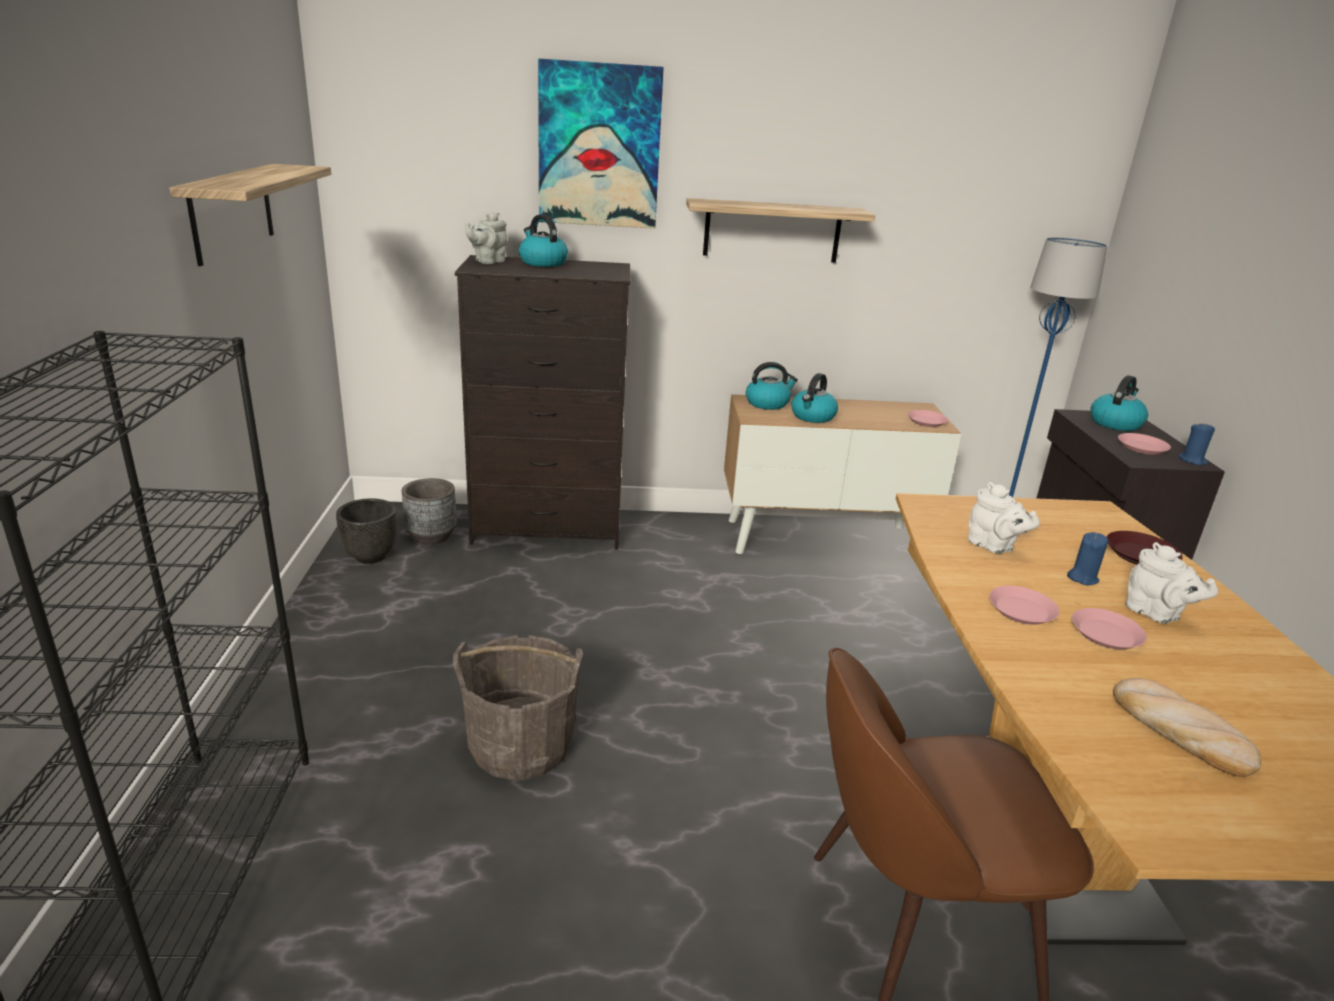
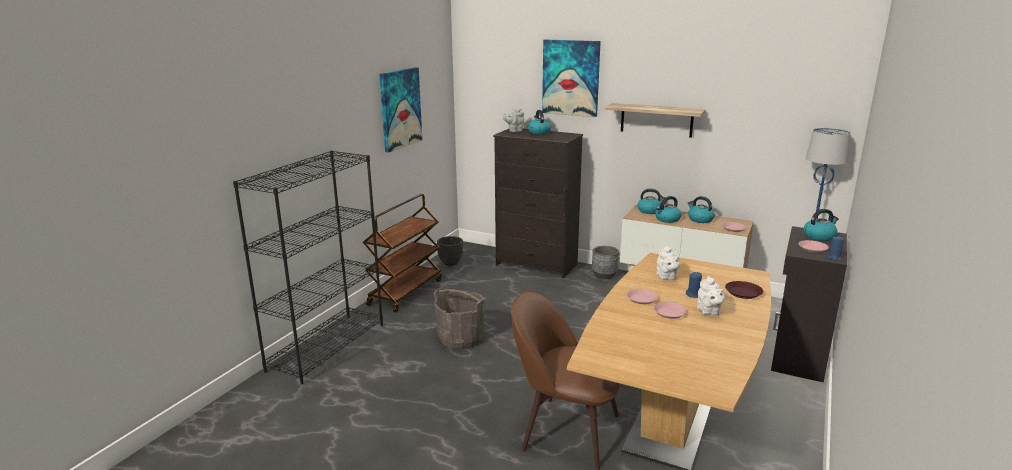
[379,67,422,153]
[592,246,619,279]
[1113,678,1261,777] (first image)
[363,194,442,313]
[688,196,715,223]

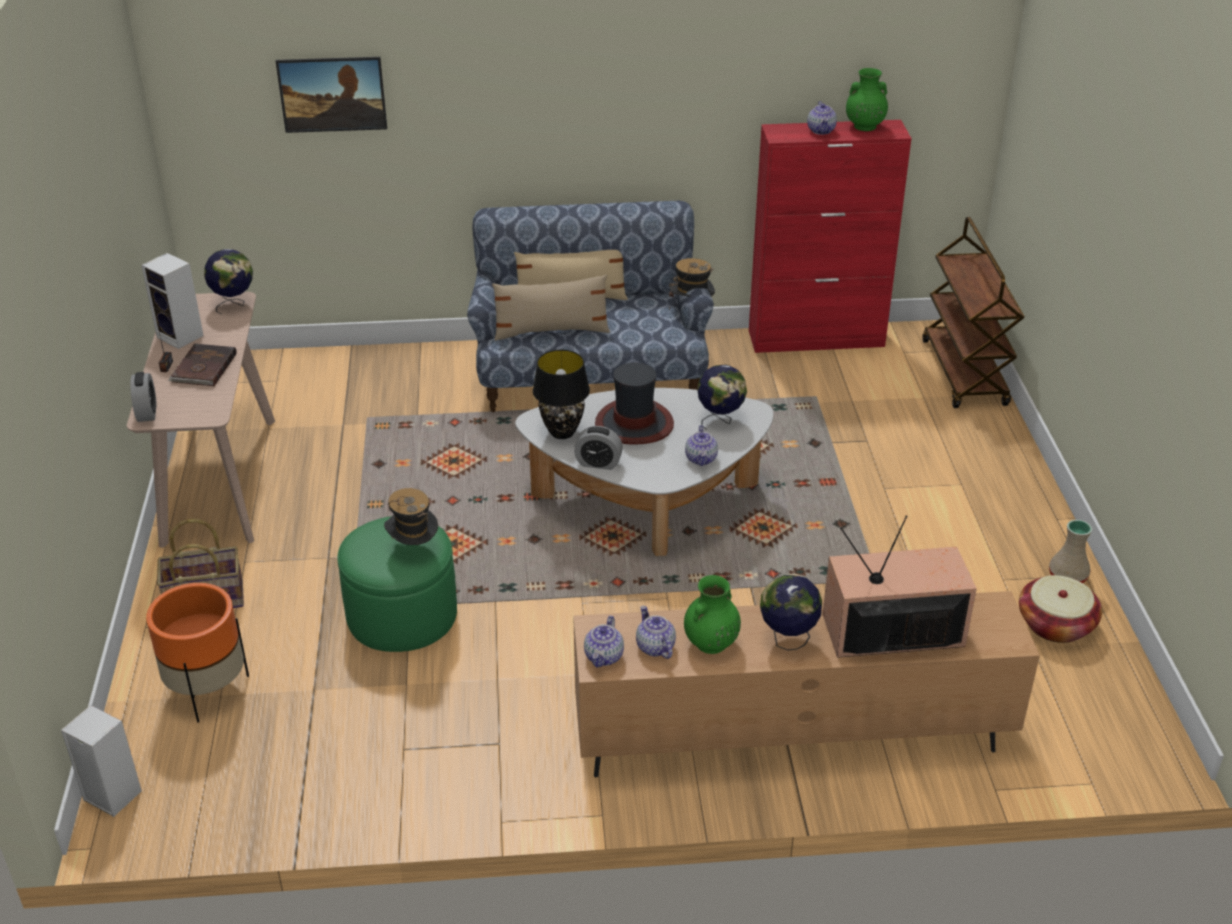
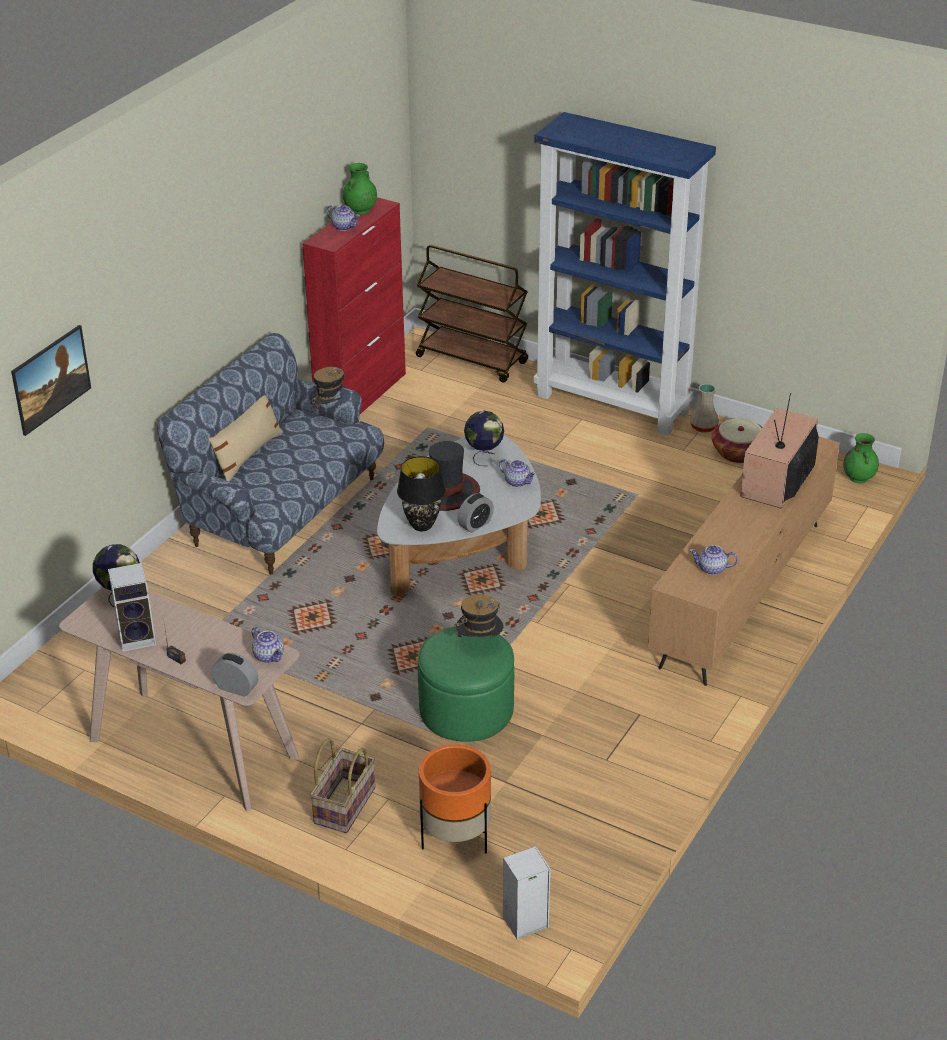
[168,343,237,386] (first image)
[492,275,610,341] (first image)
[252,627,284,663]
[843,433,879,483]
[760,574,822,650] (first image)
[534,112,716,436]

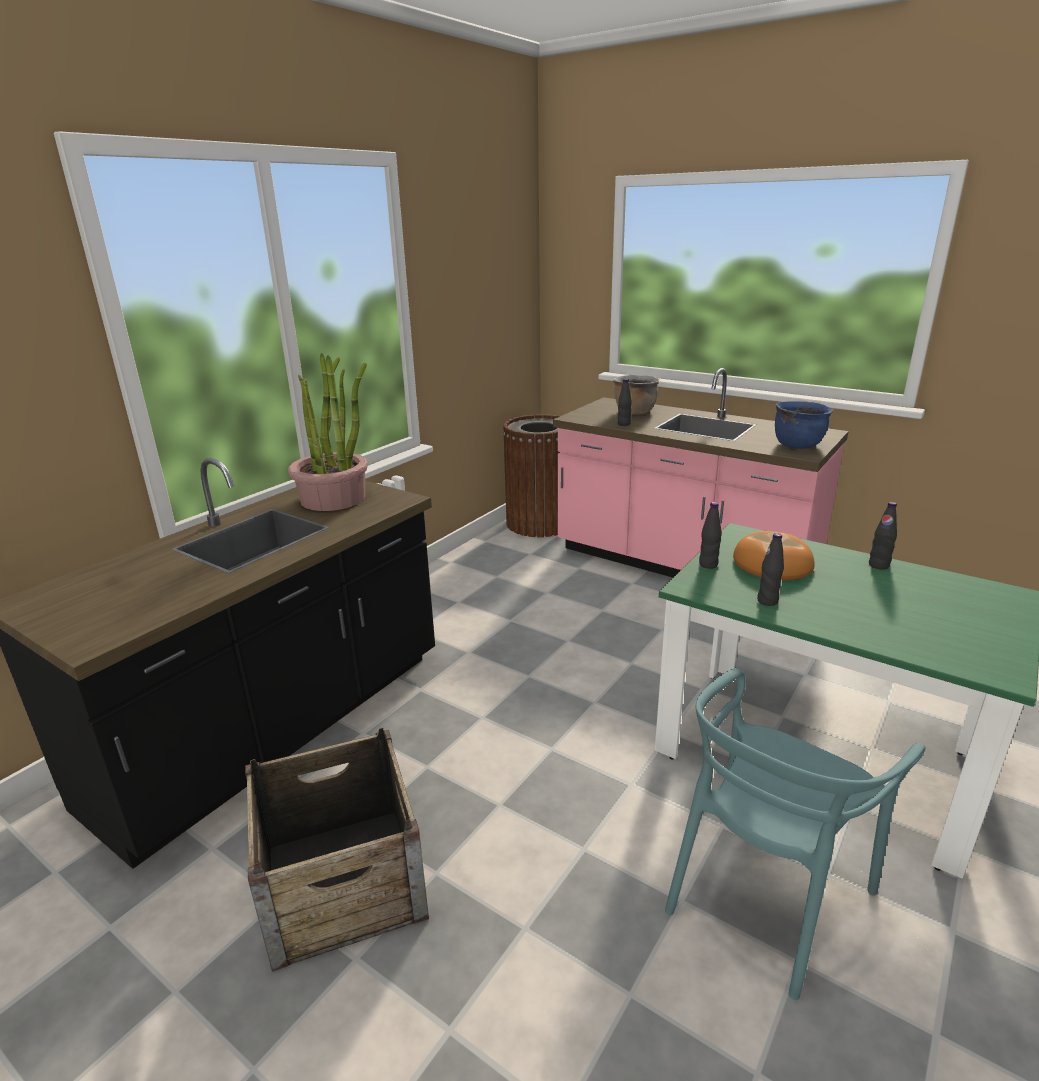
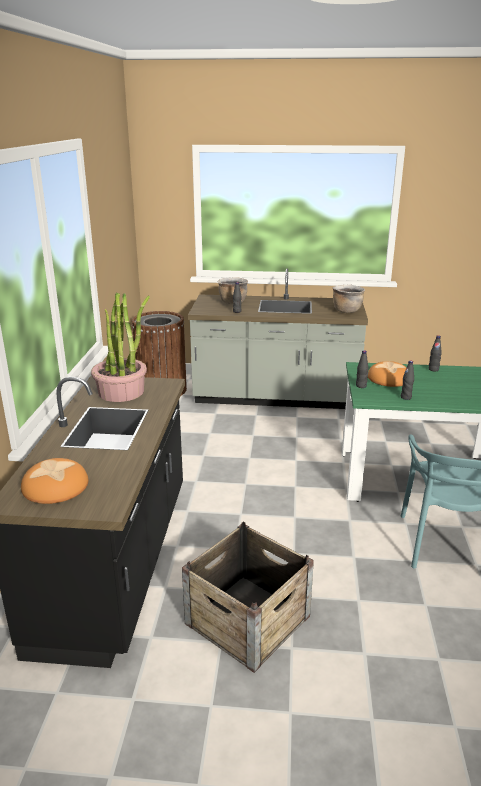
[188,269,368,409]
[332,285,365,313]
[21,458,88,504]

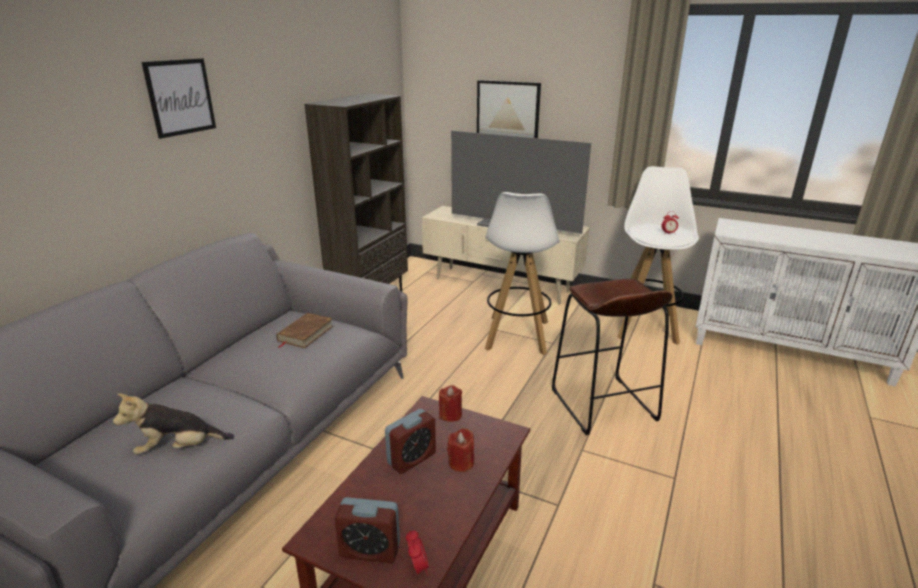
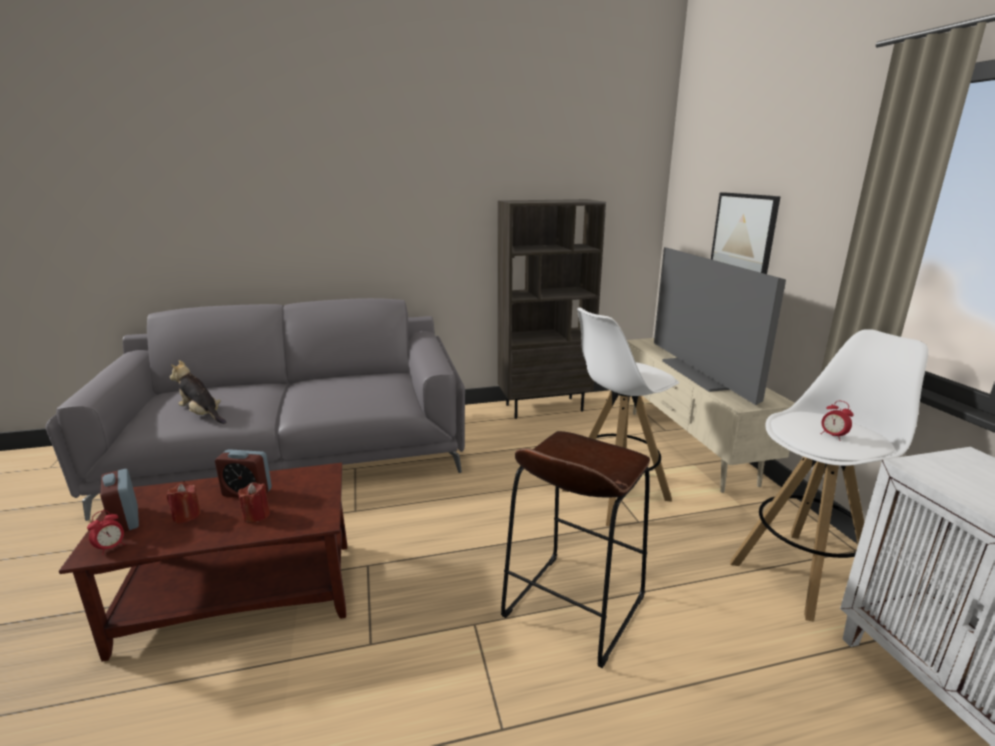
[141,58,216,139] (first image)
[276,313,333,348] (first image)
[167,483,201,524]

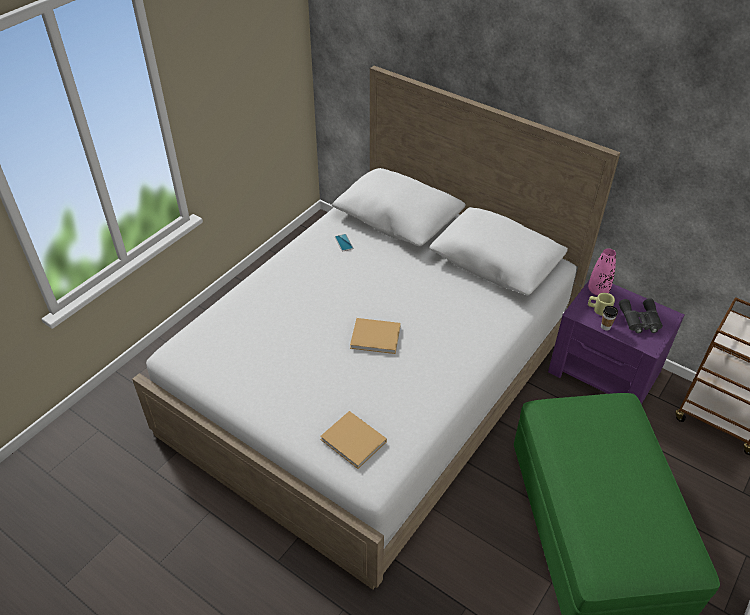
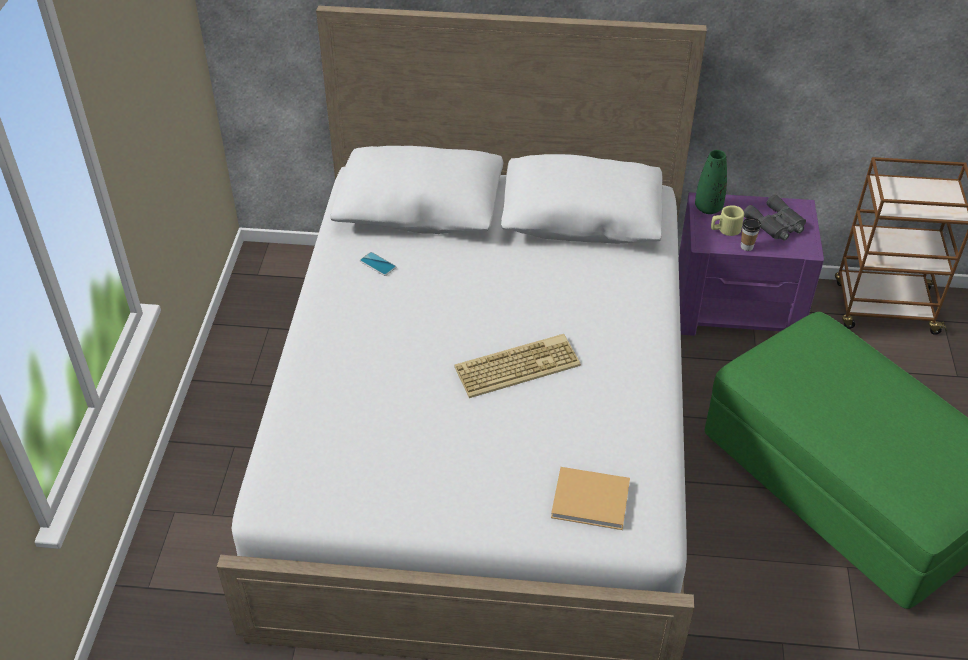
[454,334,581,398]
[695,150,727,214]

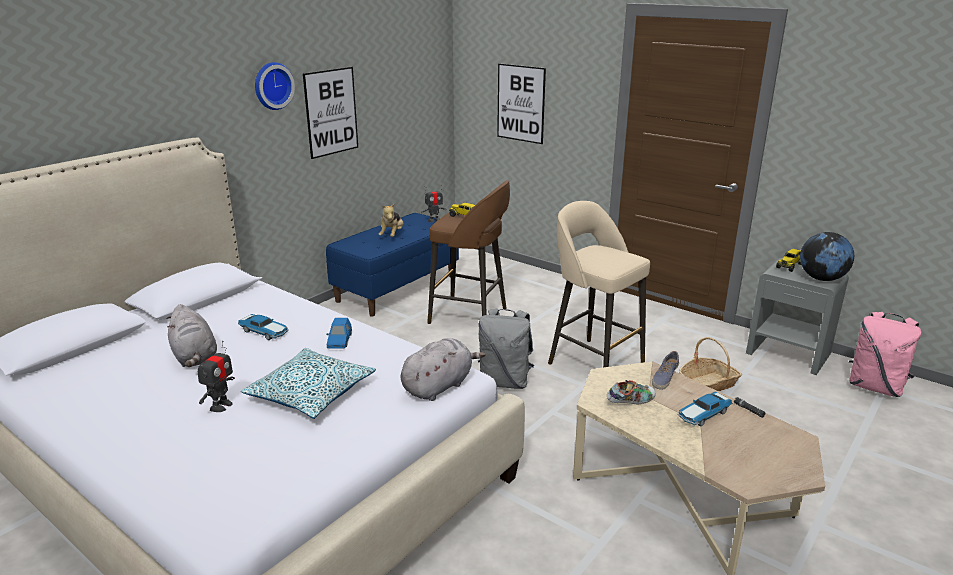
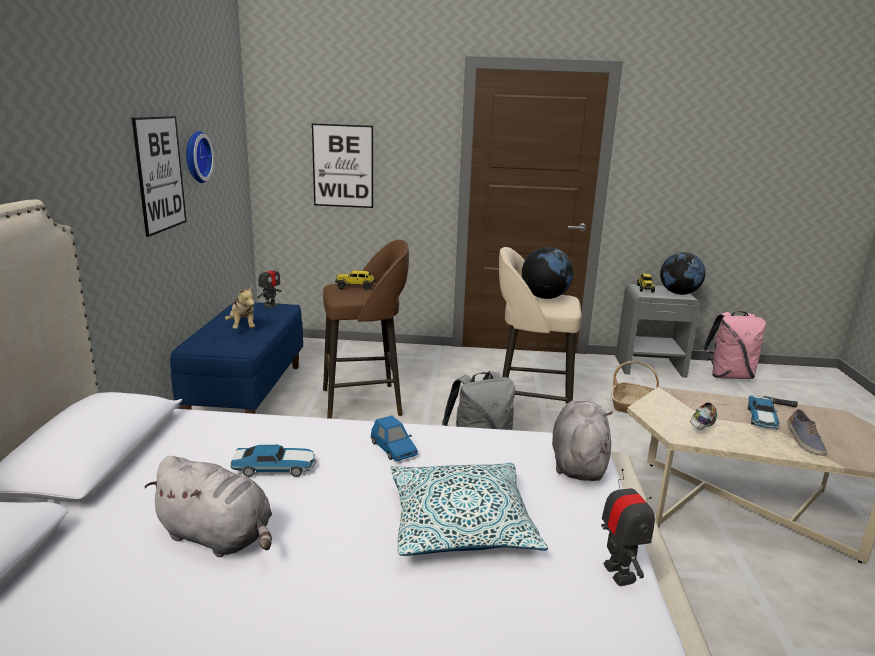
[601,469,655,586]
[186,131,214,183]
[787,409,827,456]
[522,247,574,299]

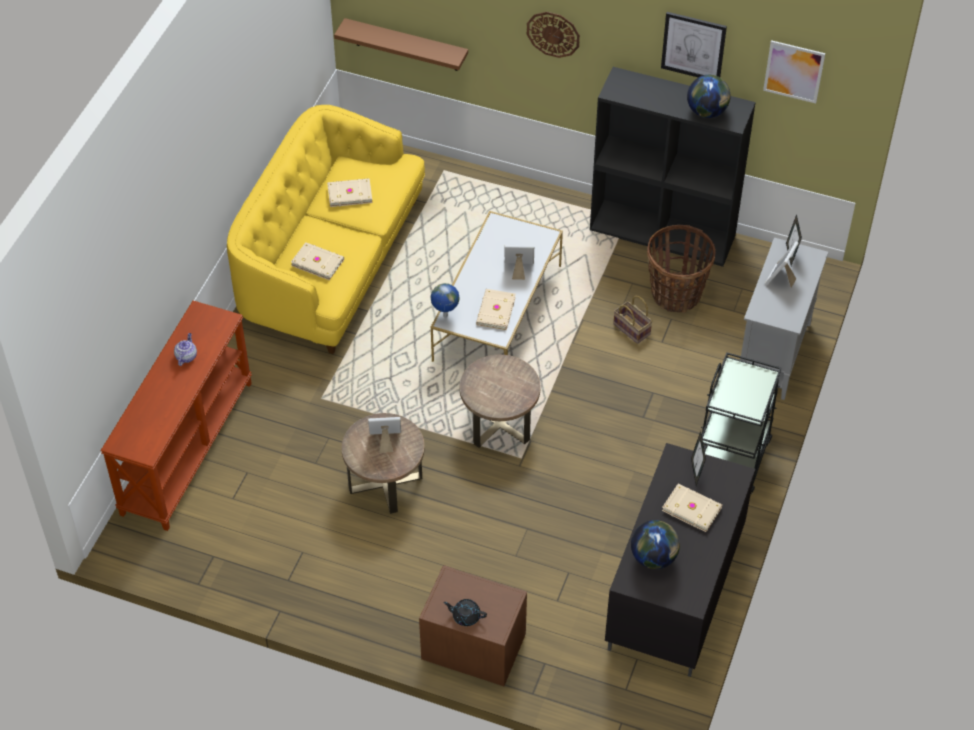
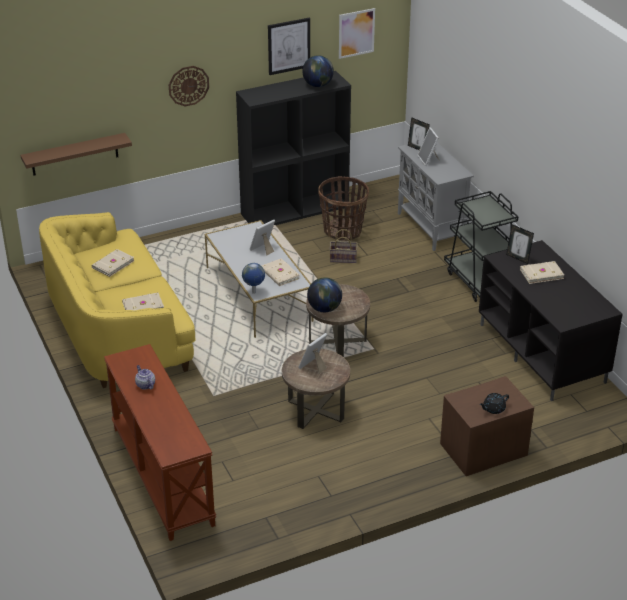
[307,277,342,312]

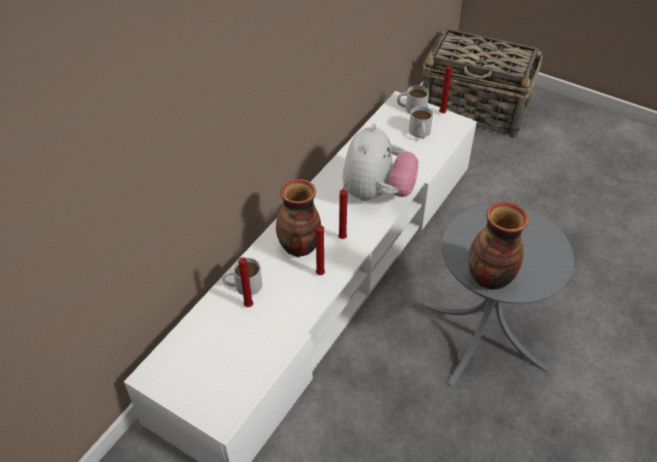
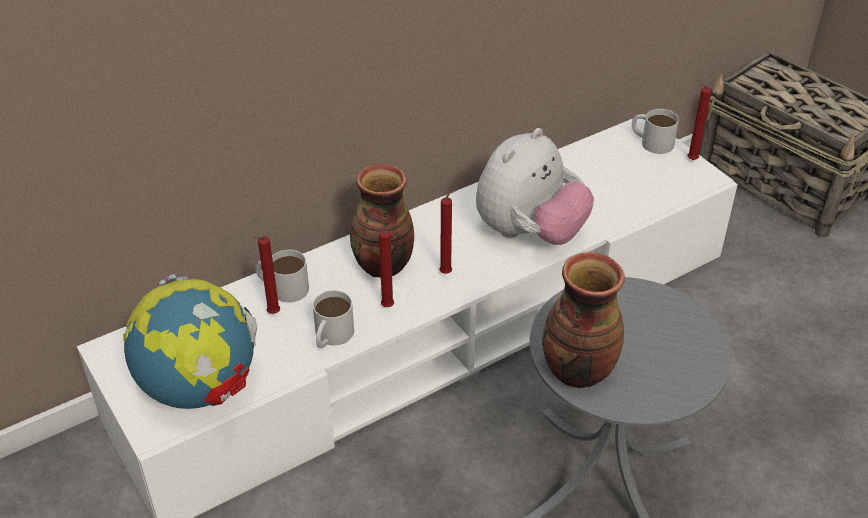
[313,290,354,348]
[123,274,257,409]

